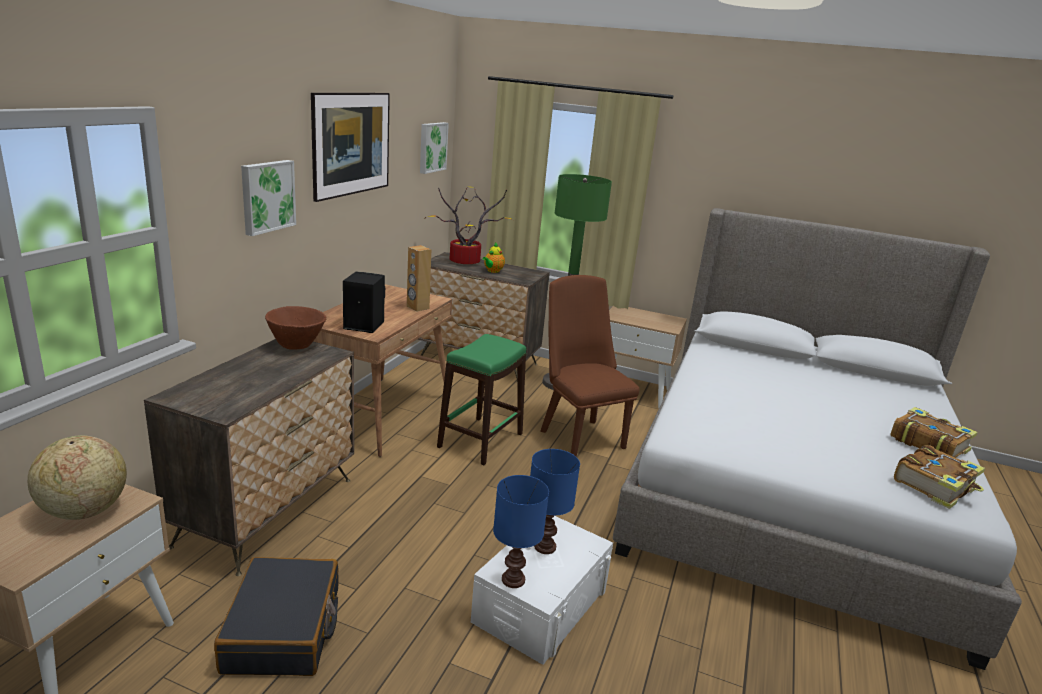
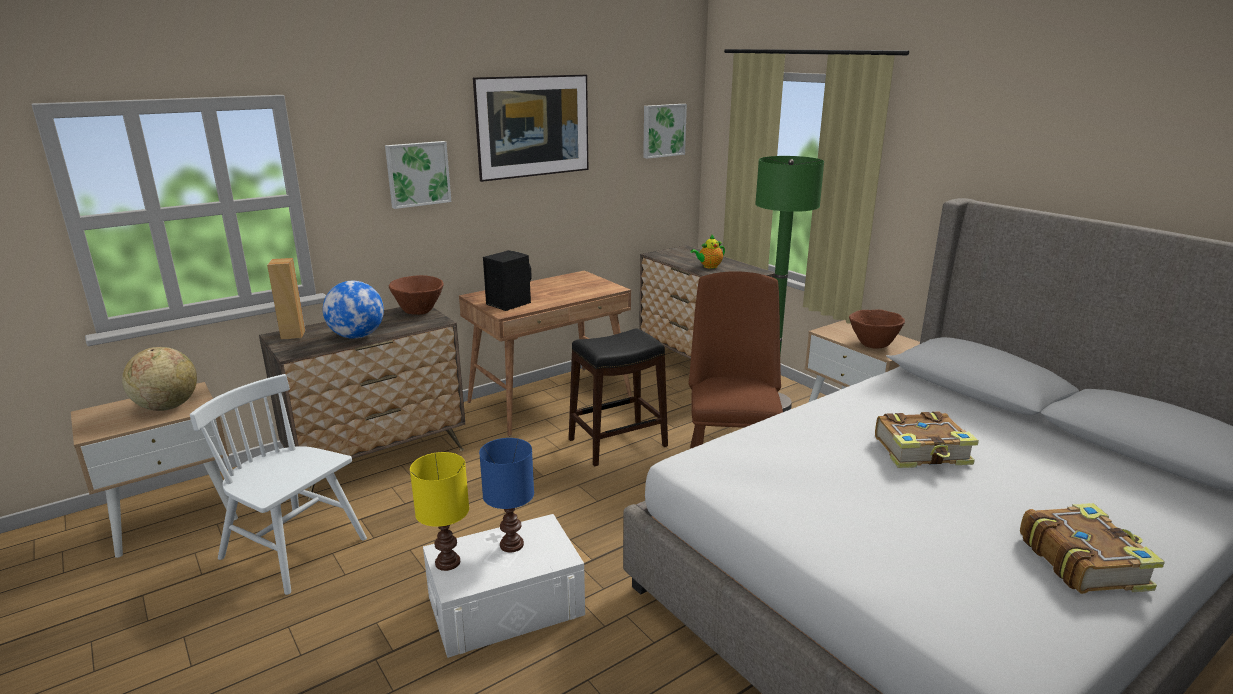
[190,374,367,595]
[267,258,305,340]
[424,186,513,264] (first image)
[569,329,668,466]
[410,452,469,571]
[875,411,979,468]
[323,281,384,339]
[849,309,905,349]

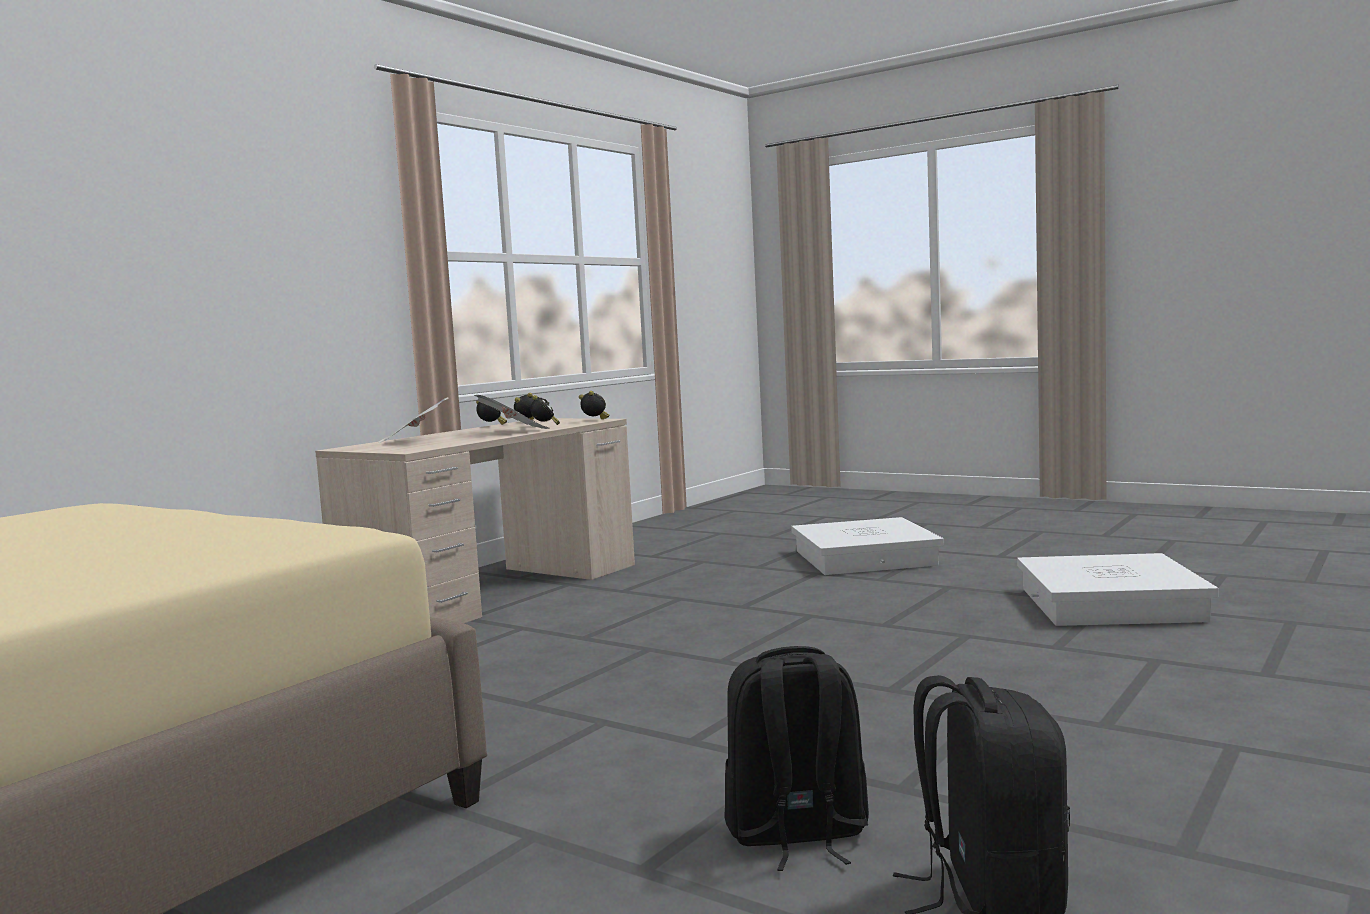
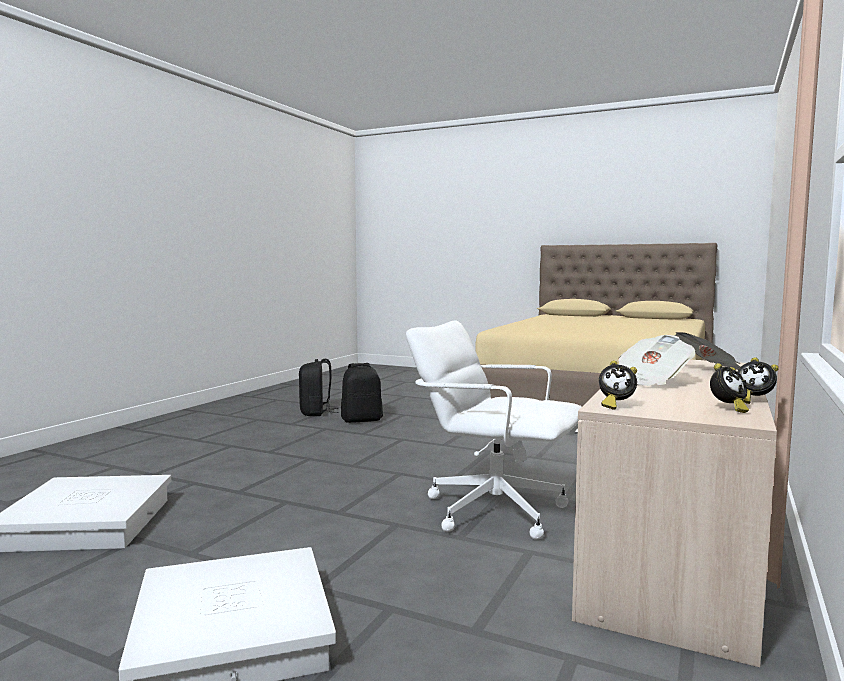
[530,395,560,425] (first image)
[406,321,582,540]

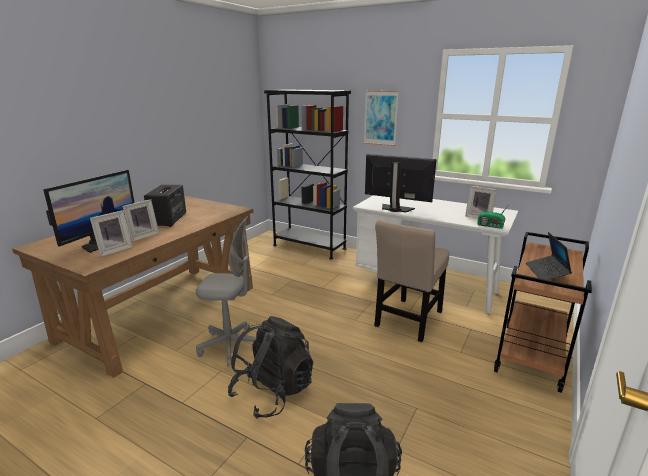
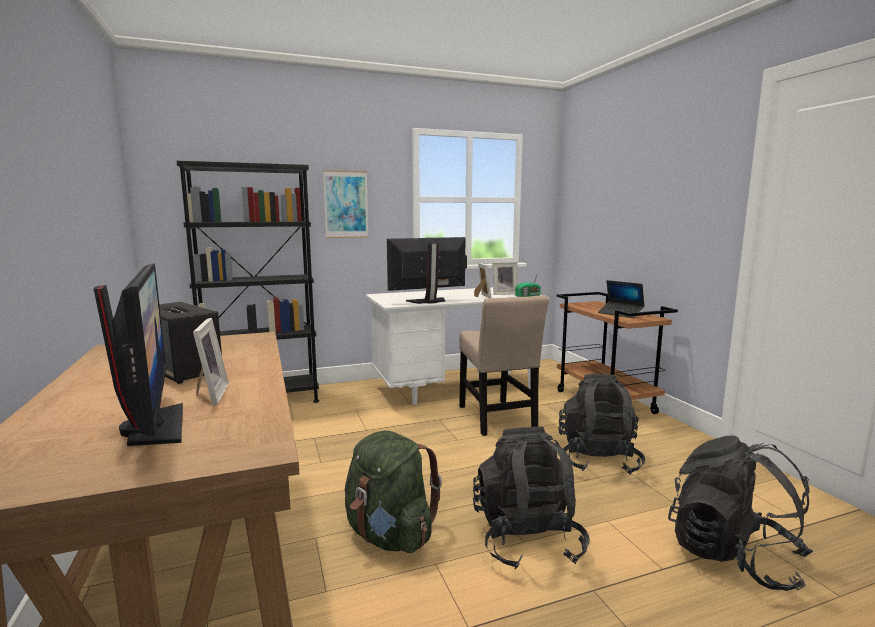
[474,263,492,298]
[345,431,442,553]
[558,374,645,475]

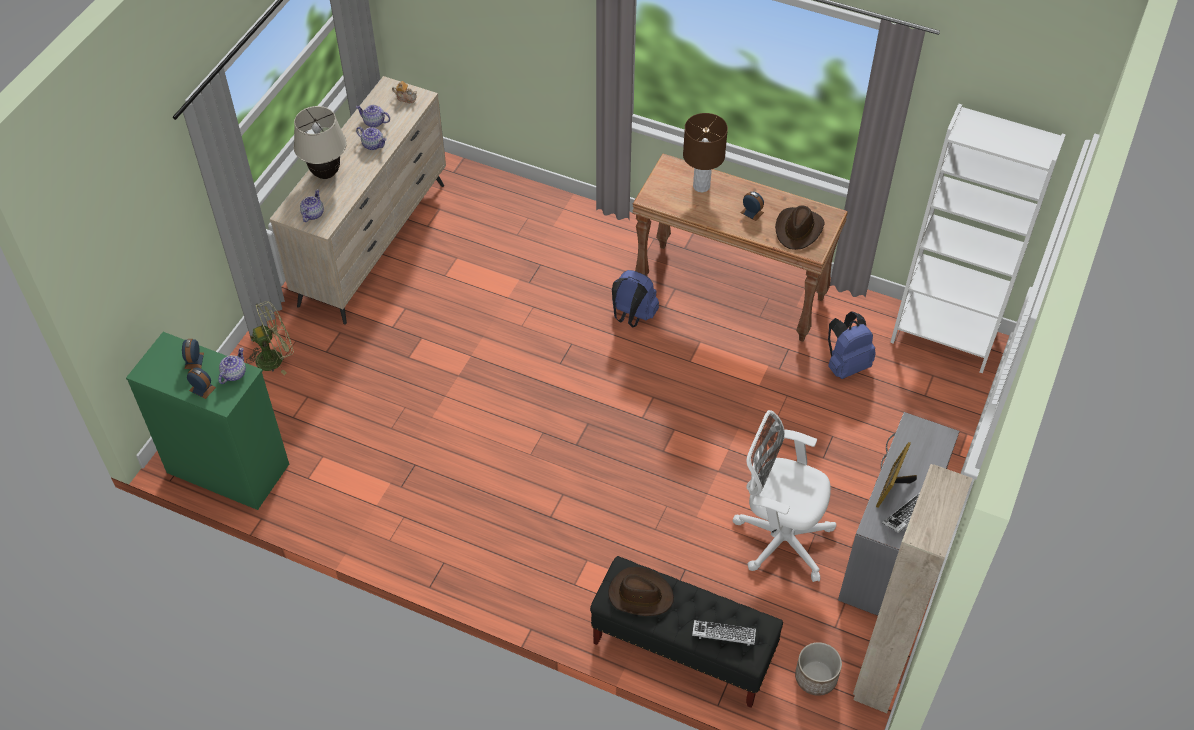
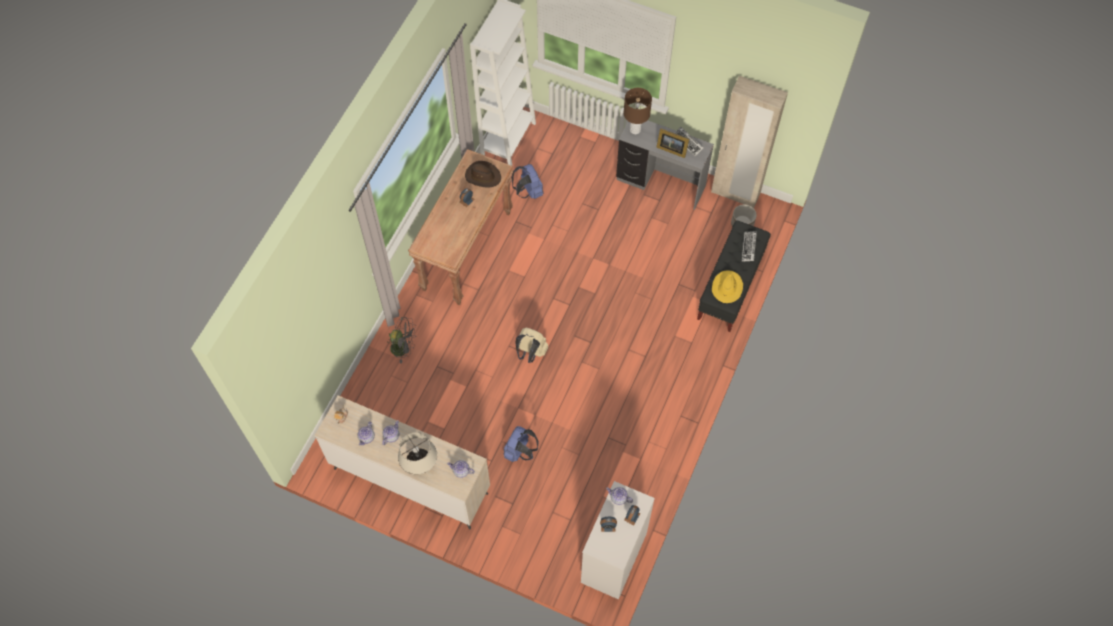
[581,481,655,600]
[246,301,294,375] (first image)
[712,270,743,303]
[504,426,539,462]
[624,88,652,134]
[733,410,836,582] (first image)
[387,317,417,364]
[515,328,548,363]

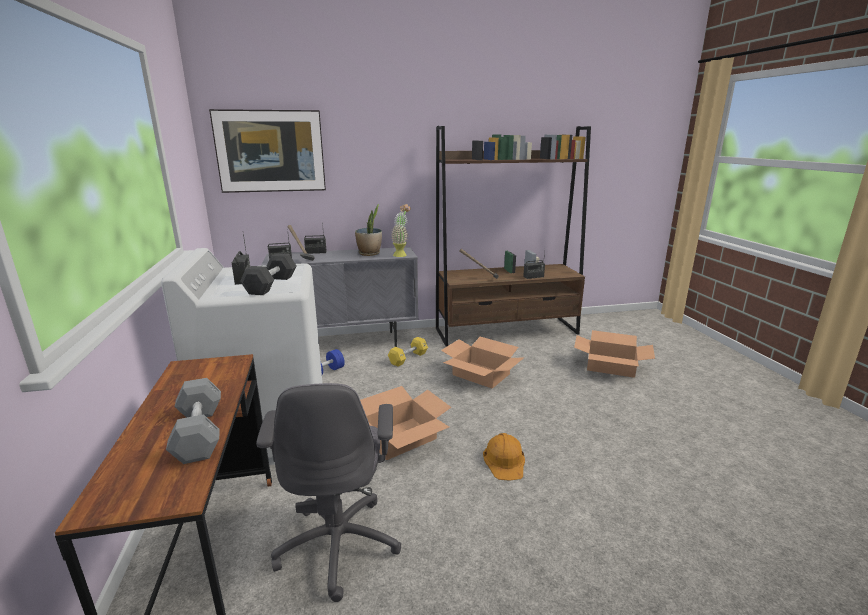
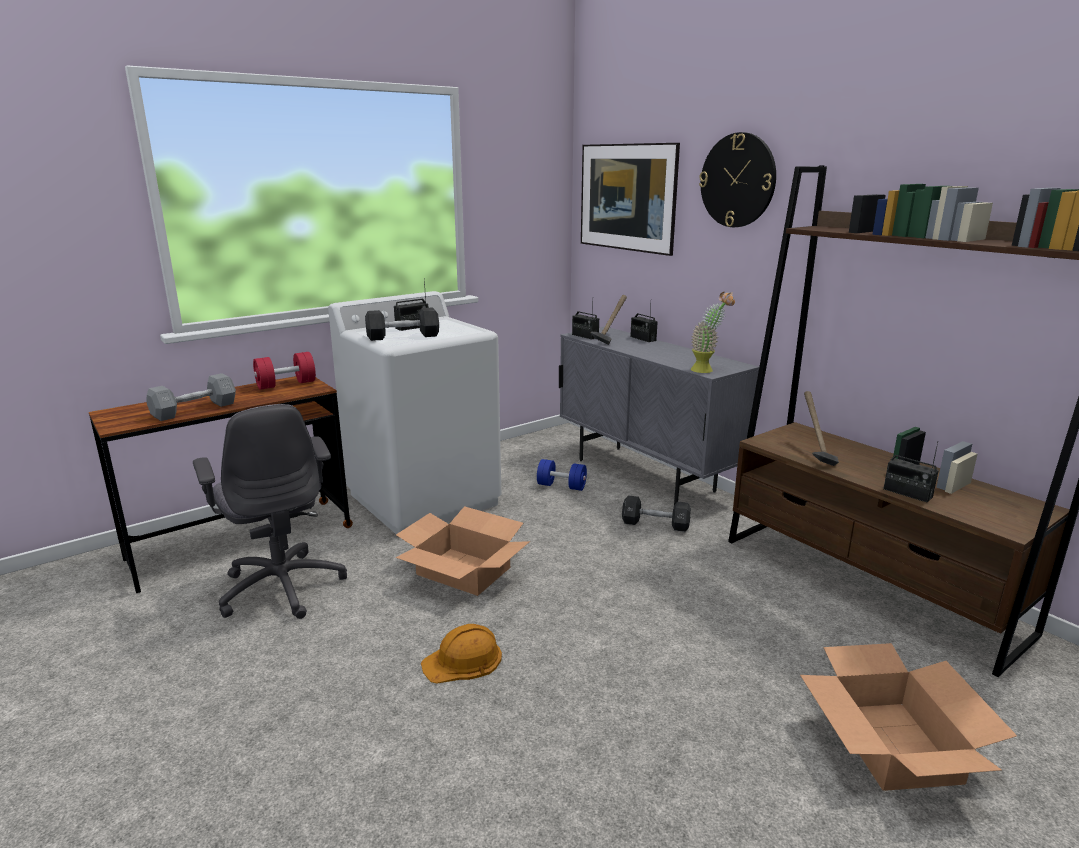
[193,404,347,619]
[355,204,382,256] (first image)
[622,495,691,532]
[441,337,524,388] (first image)
[253,352,316,390]
[699,132,776,227]

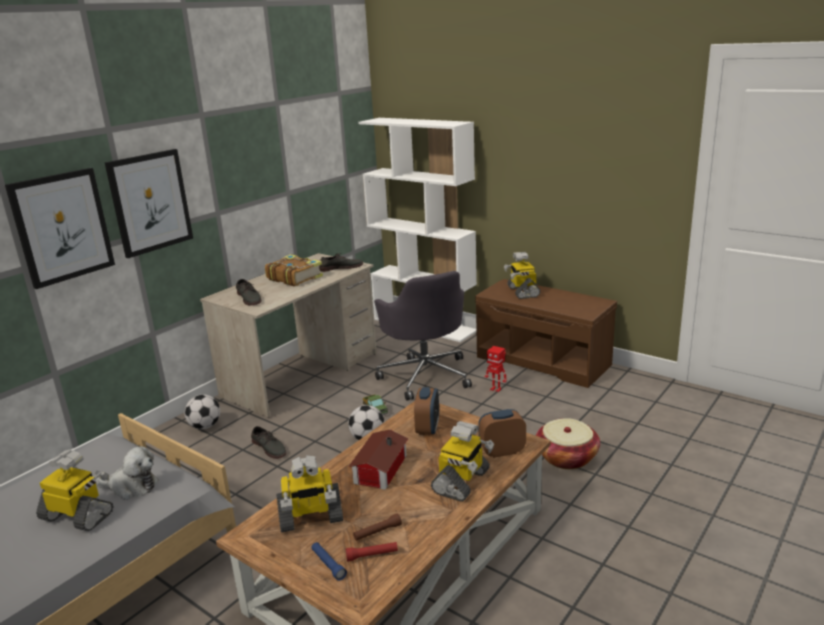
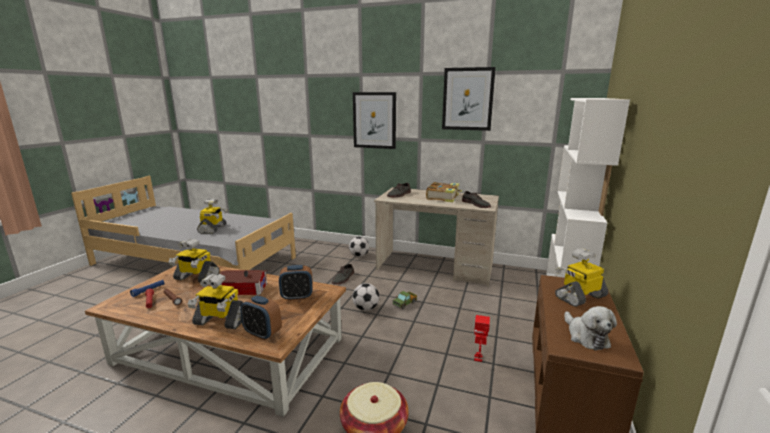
[442,67,496,131]
[564,306,617,350]
[169,239,220,283]
[374,271,472,401] (first image)
[240,295,282,340]

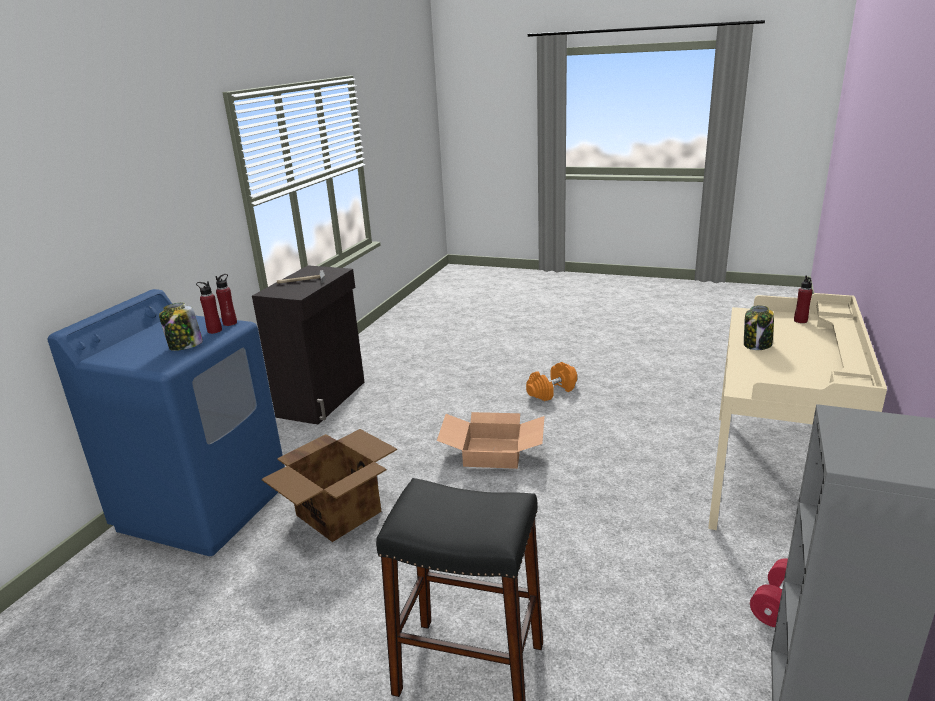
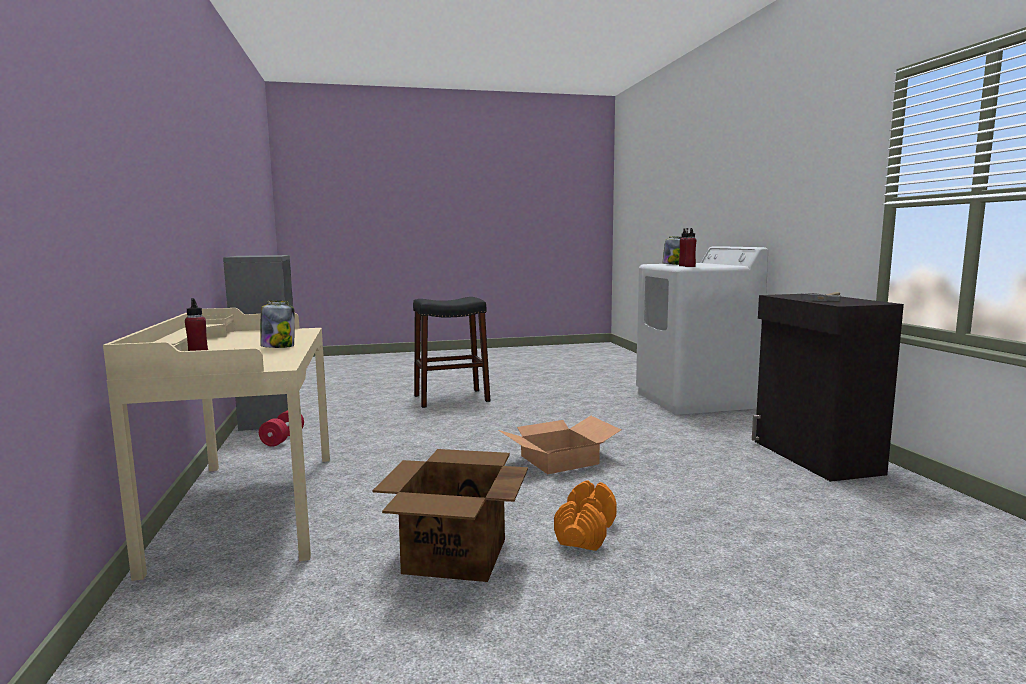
[636,246,768,415]
[373,449,528,582]

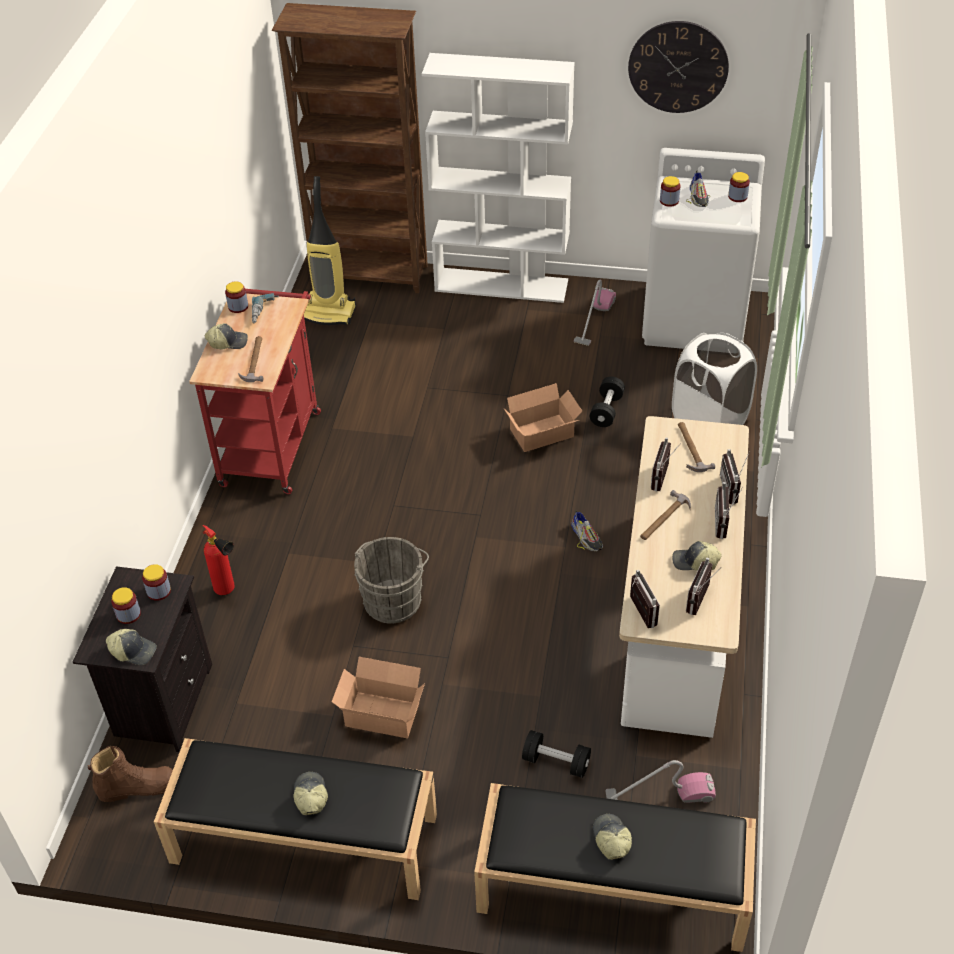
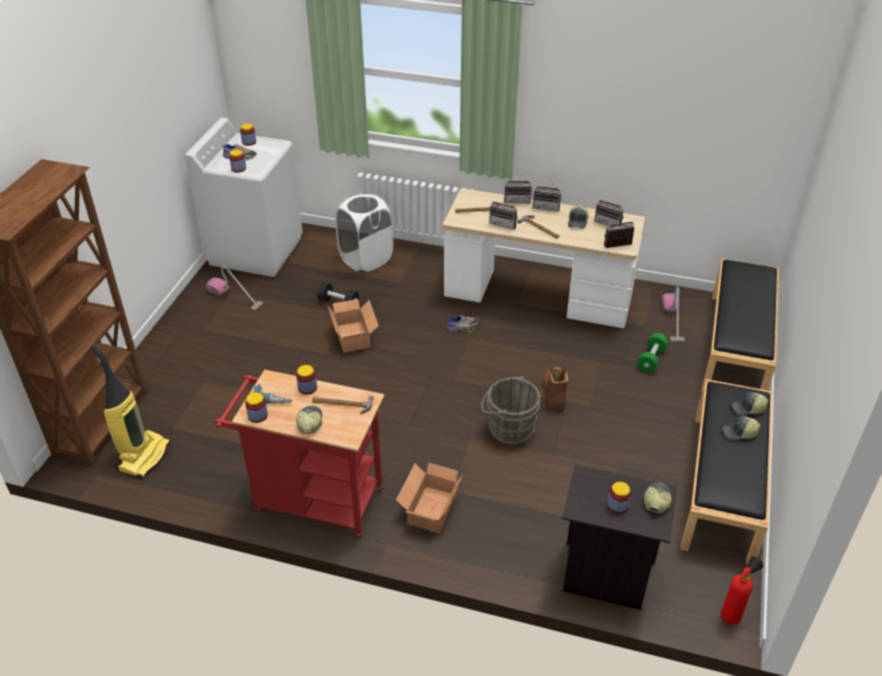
[542,367,569,413]
[296,365,317,395]
[721,556,764,625]
[396,463,463,533]
[422,53,575,303] (first image)
[637,333,669,372]
[731,392,768,416]
[628,21,729,113] (first image)

